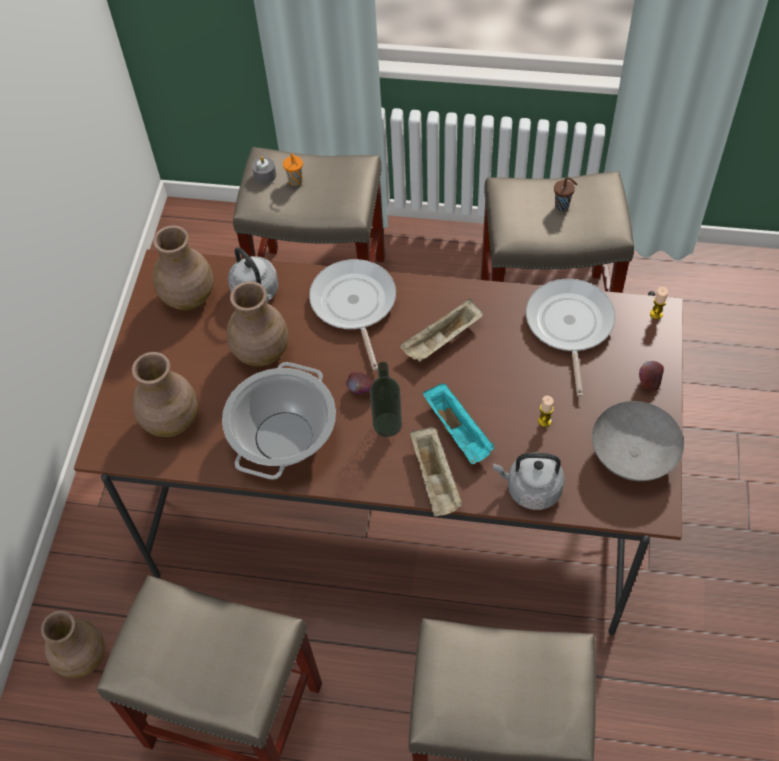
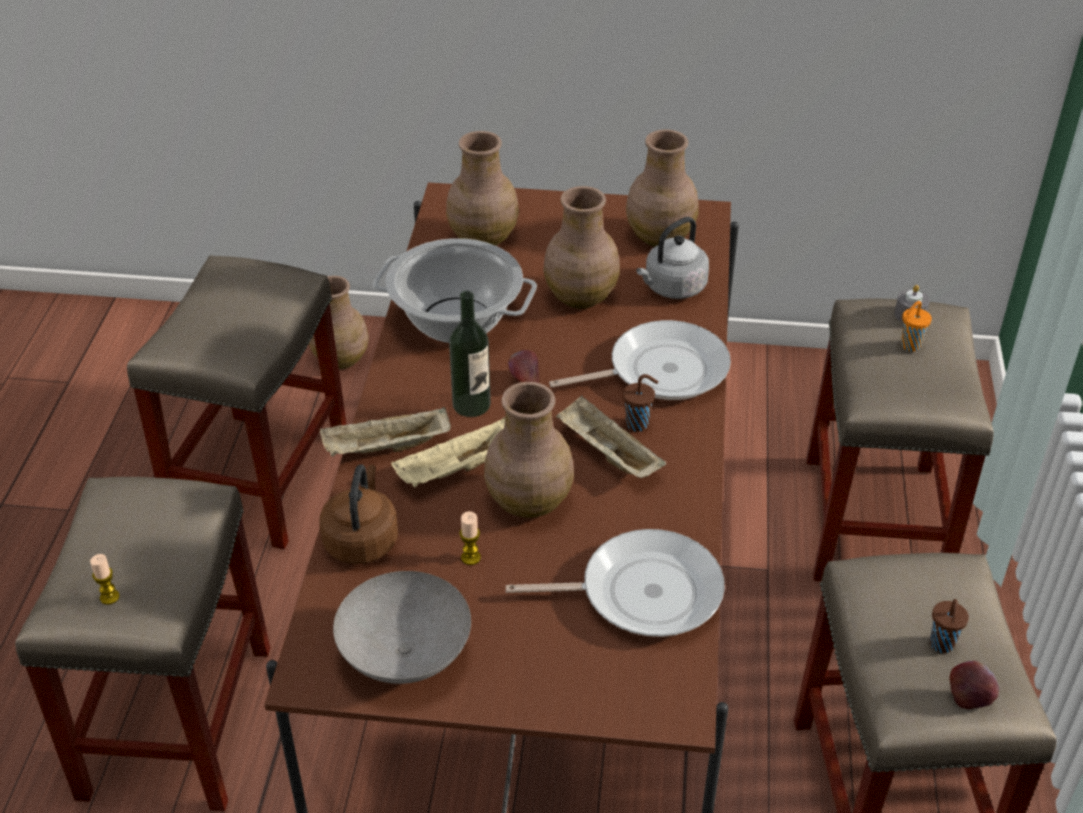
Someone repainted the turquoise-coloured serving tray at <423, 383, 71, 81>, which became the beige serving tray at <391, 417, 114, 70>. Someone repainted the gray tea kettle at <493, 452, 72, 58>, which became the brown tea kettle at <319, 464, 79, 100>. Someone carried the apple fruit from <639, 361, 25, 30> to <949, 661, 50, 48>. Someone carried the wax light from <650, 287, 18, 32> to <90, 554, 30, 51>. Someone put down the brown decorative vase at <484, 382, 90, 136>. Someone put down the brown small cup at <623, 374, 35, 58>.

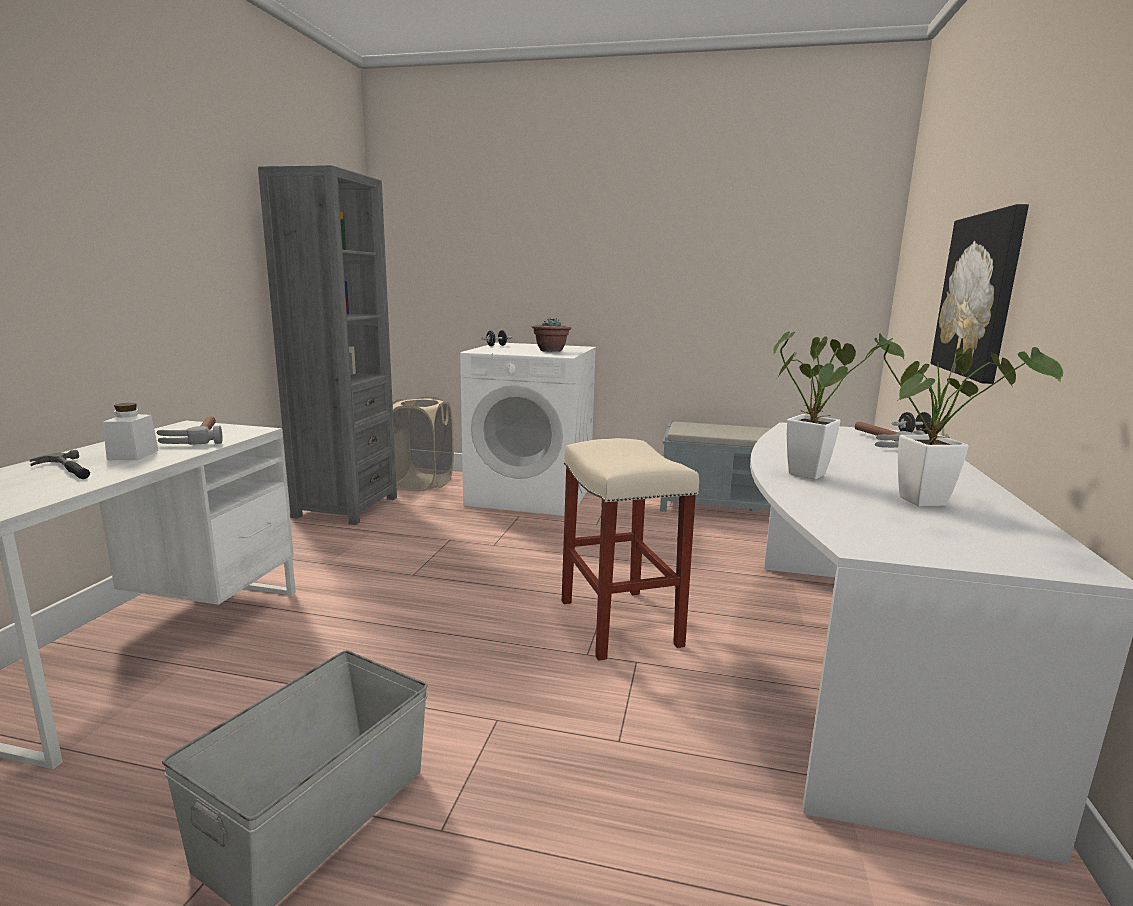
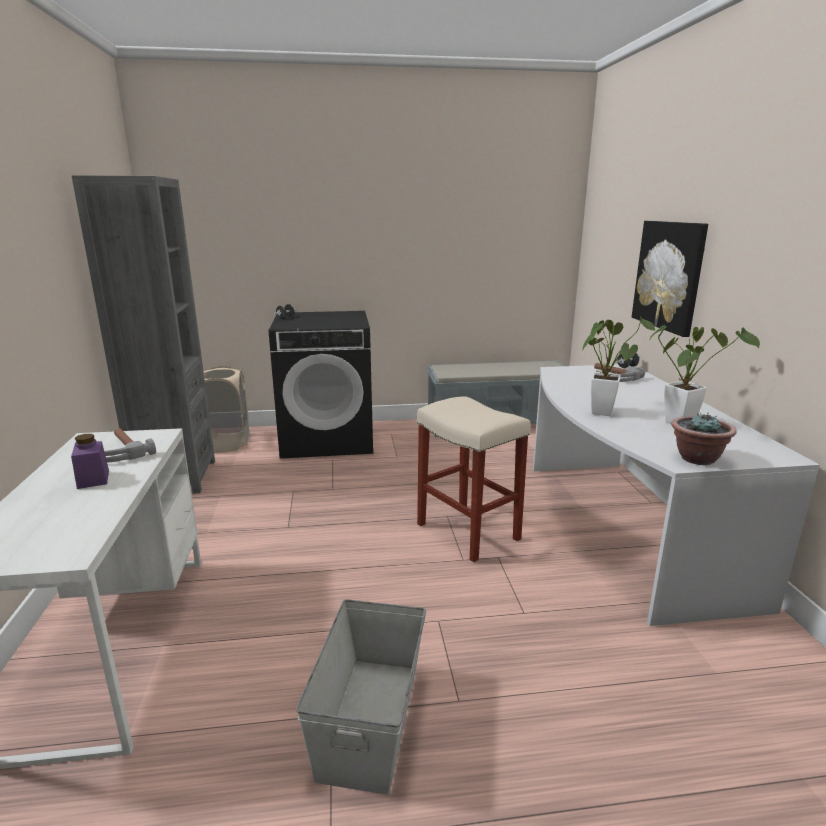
Someone took away the hand hammer at <30, 450, 60, 29>. Someone repainted the white storage jar at <103, 403, 56, 57>, which became the purple storage jar at <71, 434, 38, 55>. Someone repainted the white laundry machine at <460, 342, 136, 174>, which became the blackish laundry machine at <269, 311, 104, 148>. Someone carried the potted plant from <532, 318, 39, 34> to <671, 413, 66, 52>.

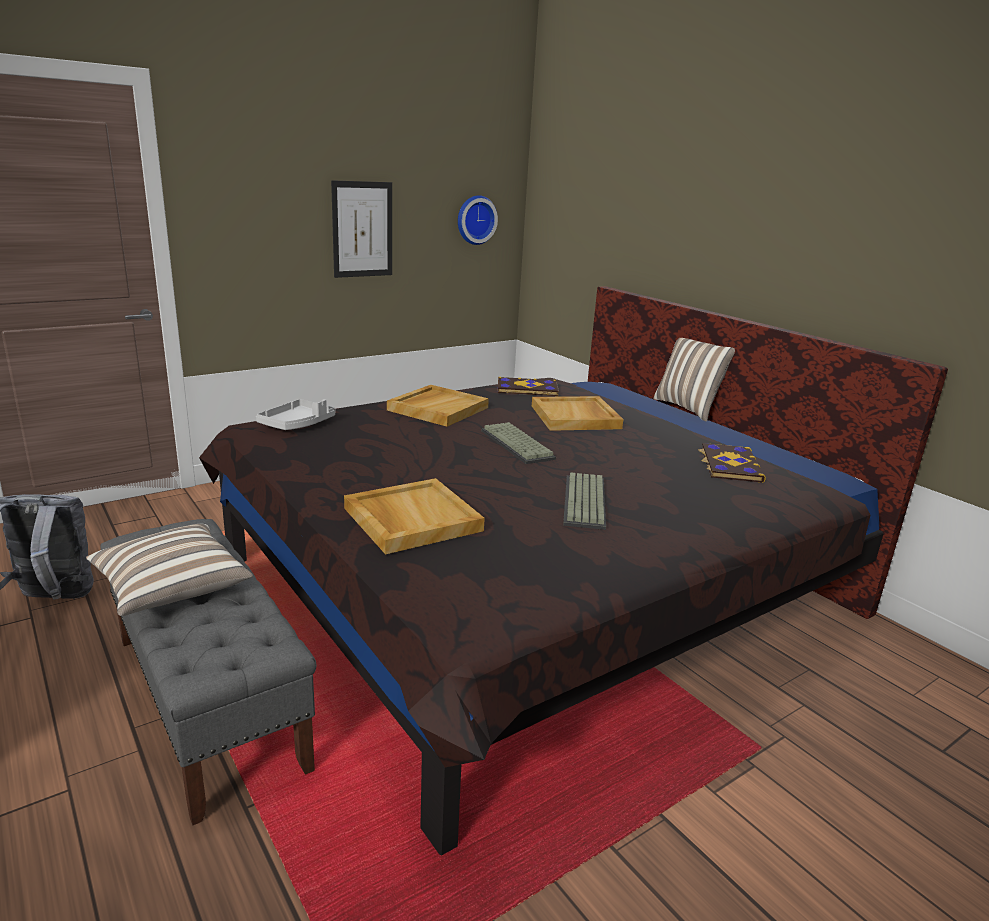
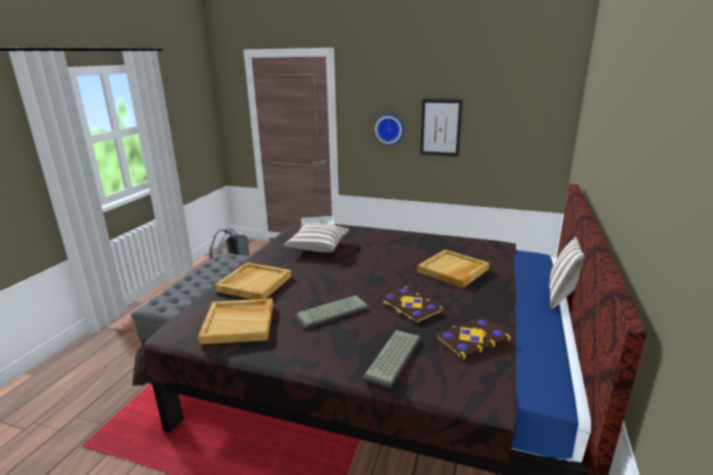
Someone carried the throw pillow from <86, 524, 167, 92> to <283, 224, 66, 29>. Someone carried the beige serving tray from <387, 385, 102, 42> to <198, 298, 75, 46>. Someone carried the hanging clock from <458, 195, 40, 50> to <374, 114, 30, 31>. Someone carried the computer keyboard from <481, 422, 75, 42> to <362, 330, 59, 59>. Someone carried the bound book from <498, 377, 61, 19> to <381, 286, 63, 38>.

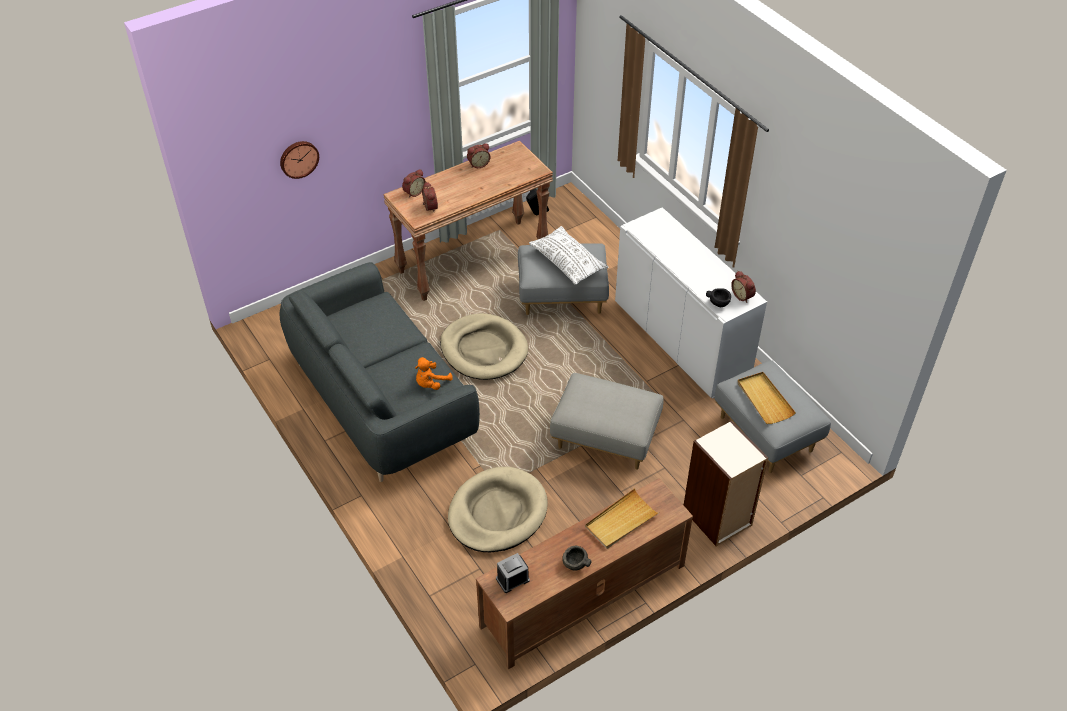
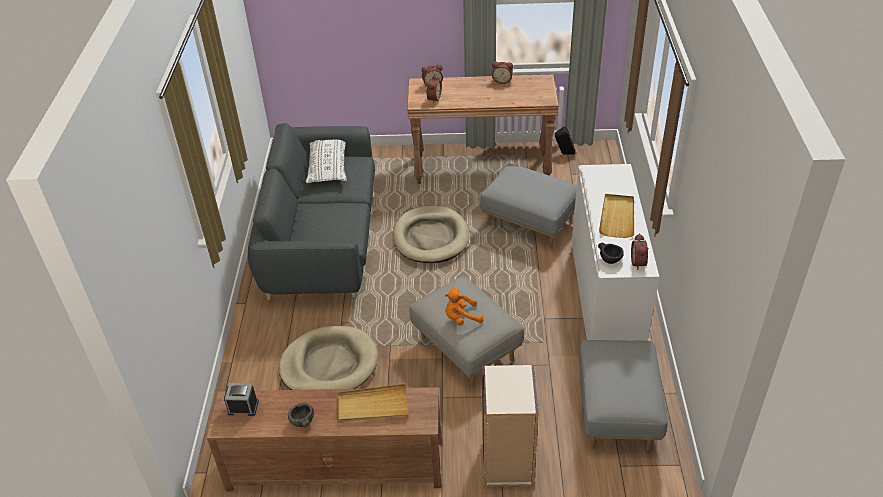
Someone took away the hanging clock at <280, 141, 39, 38>. Someone carried the orangey plush toy from <415, 357, 38, 33> to <445, 288, 38, 37>. Someone carried the white throw pillow from <529, 226, 80, 59> to <305, 140, 42, 43>. Someone carried the beige serving tray from <737, 372, 59, 52> to <599, 194, 35, 44>.

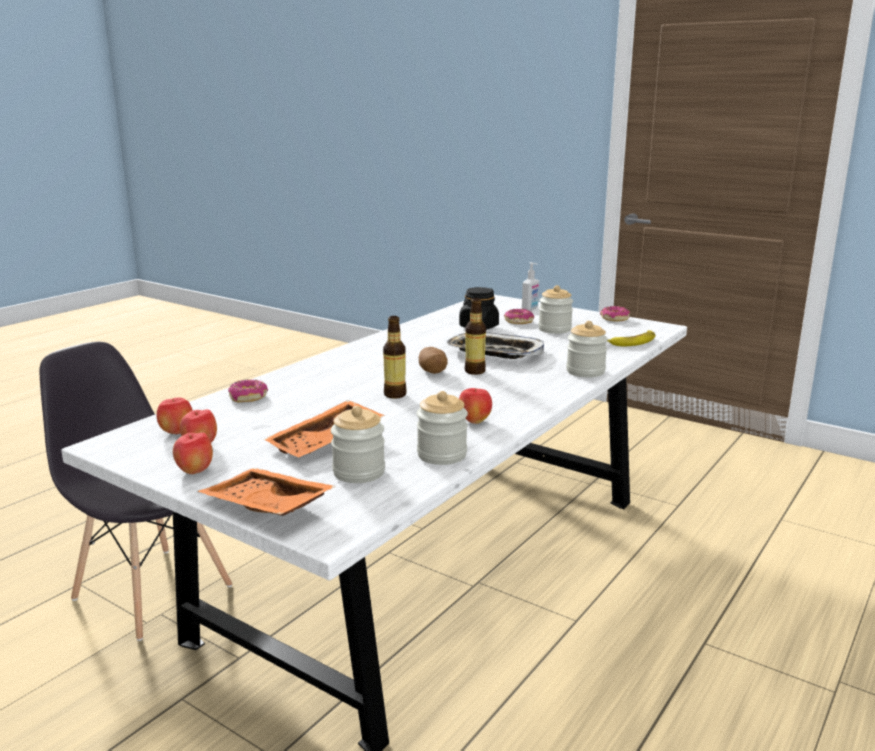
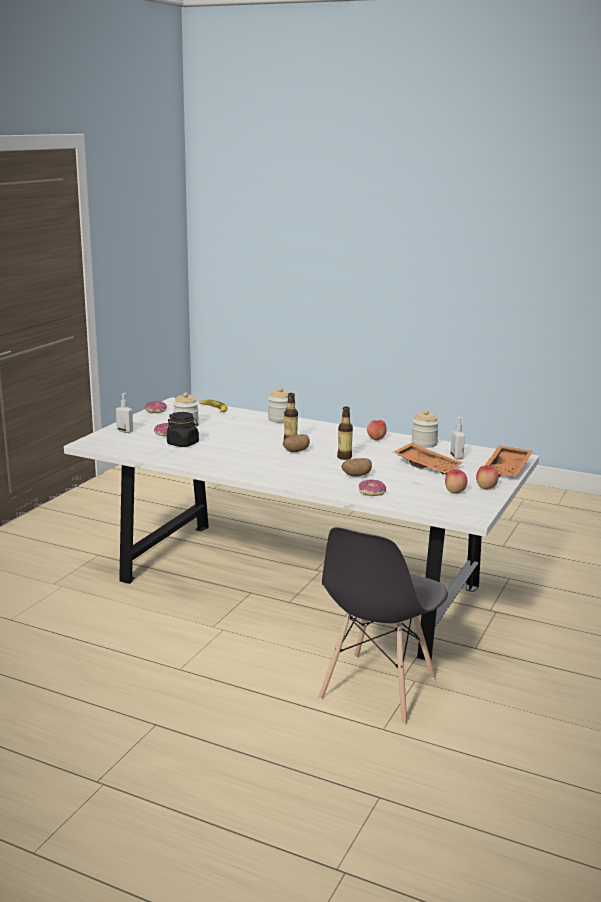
Someone took away the apple fruit at <157, 397, 36, 37>. Someone swapped the storage jar at <331, 406, 54, 77> for the liquid soap bottle at <450, 417, 15, 42>. Someone took away the serving tray at <446, 332, 98, 27>. Someone put down the spud at <341, 458, 31, 19>.

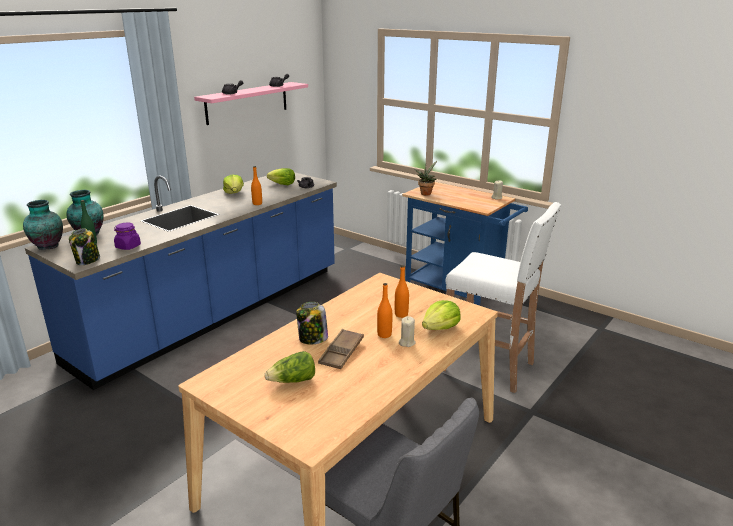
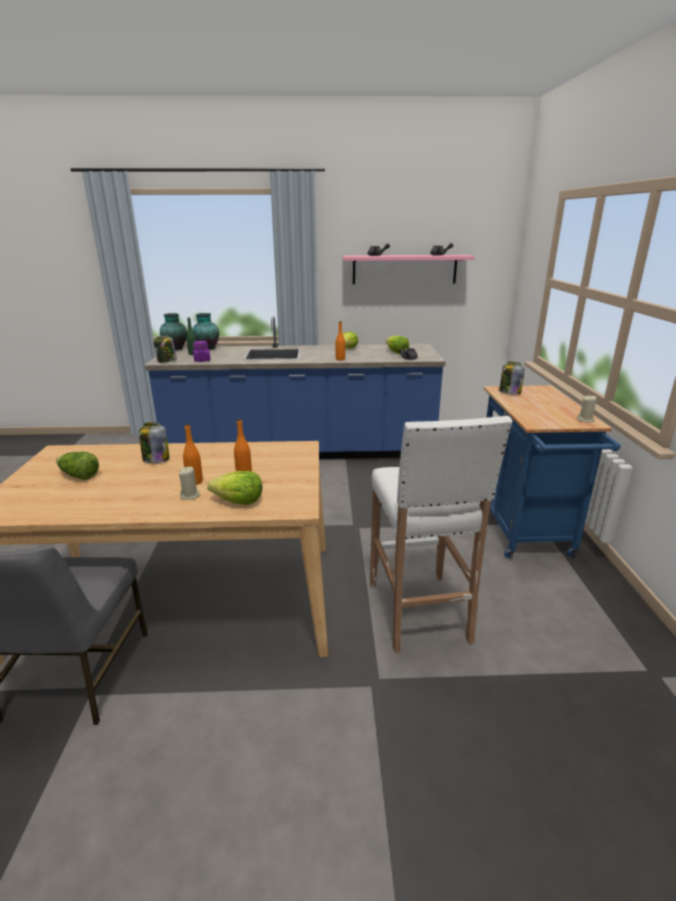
Someone took away the brown serving tray at <318, 329, 46, 40>. Someone swapped the potted plant at <414, 161, 23, 35> for the storage jar at <499, 362, 26, 33>.

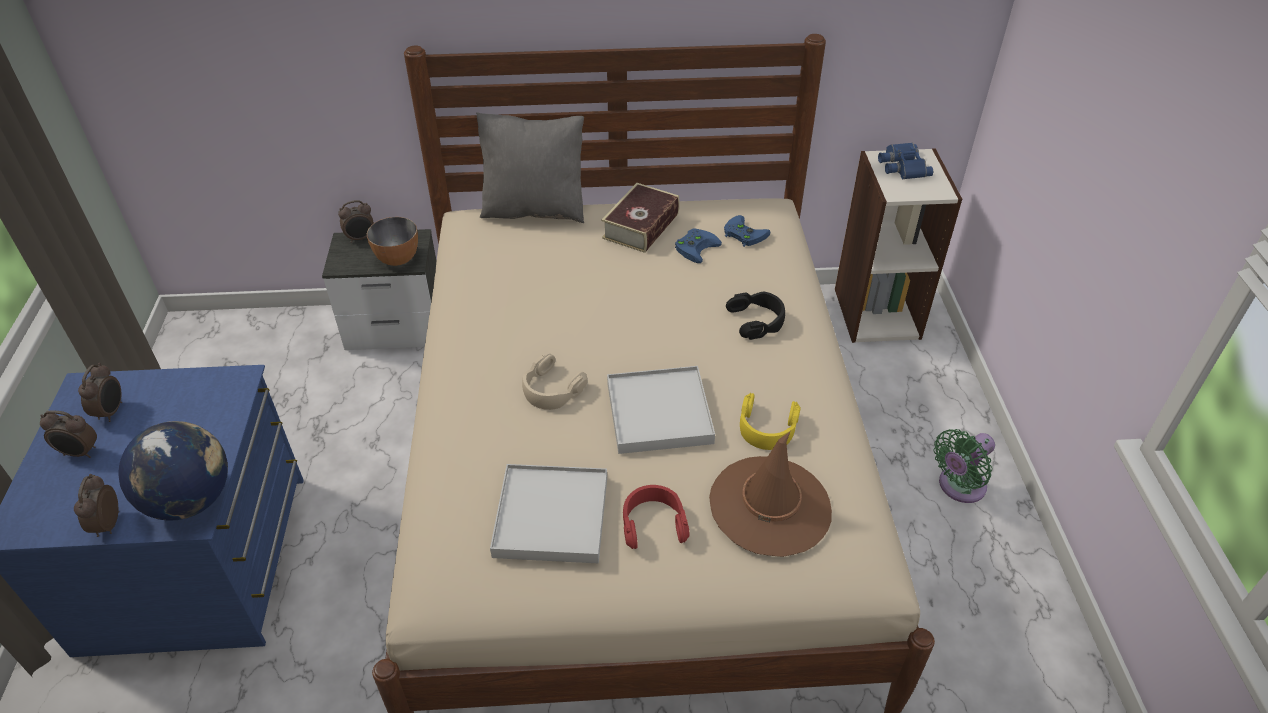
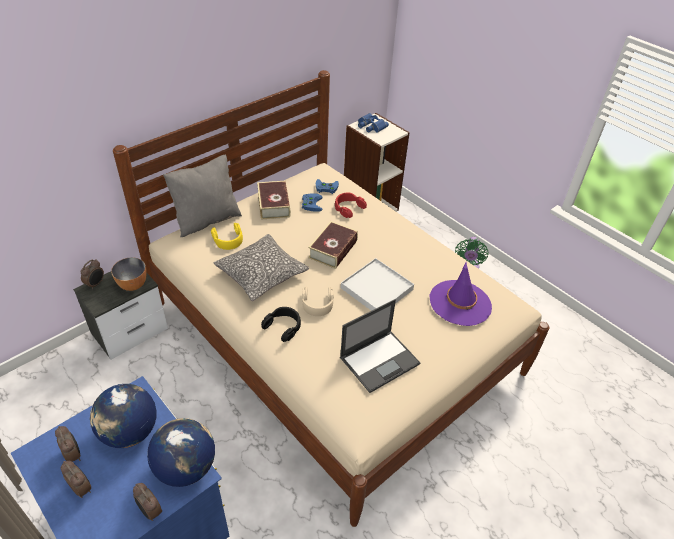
Someone rotated the table clock at <40, 410, 57, 48> by 105 degrees counterclockwise. Someone swapped the white serving tray at <490, 464, 117, 99> for the portable computer at <340, 299, 80, 94>. Someone carried the reddish pair of headphones from <623, 485, 67, 64> to <335, 193, 32, 25>. Someone repainted the brown wearable hat at <709, 431, 123, 126>, which became the purple wearable hat at <430, 263, 62, 63>. Someone carried the blackish pair of headphones from <726, 291, 59, 49> to <261, 307, 40, 35>. Someone carried the yellow-coloured pair of headphones from <740, 393, 61, 57> to <211, 223, 32, 27>. Someone put down the globe at <90, 384, 67, 64>. Someone put down the throw pillow at <213, 234, 96, 67>. Someone put down the bound book at <308, 221, 50, 48>.

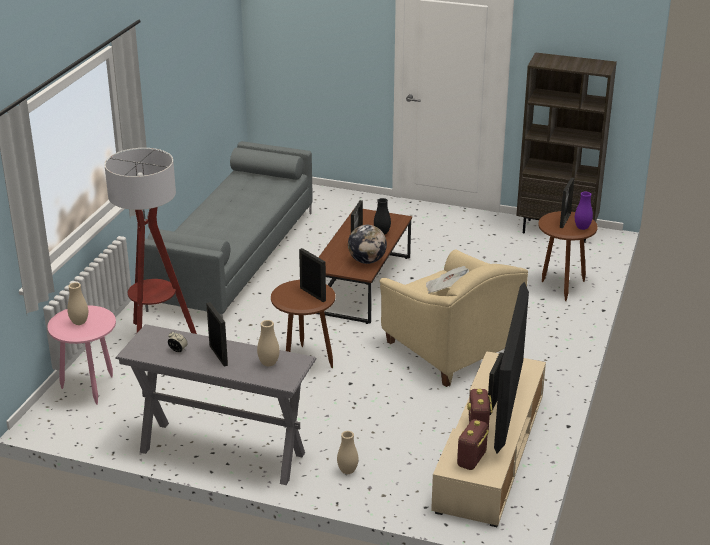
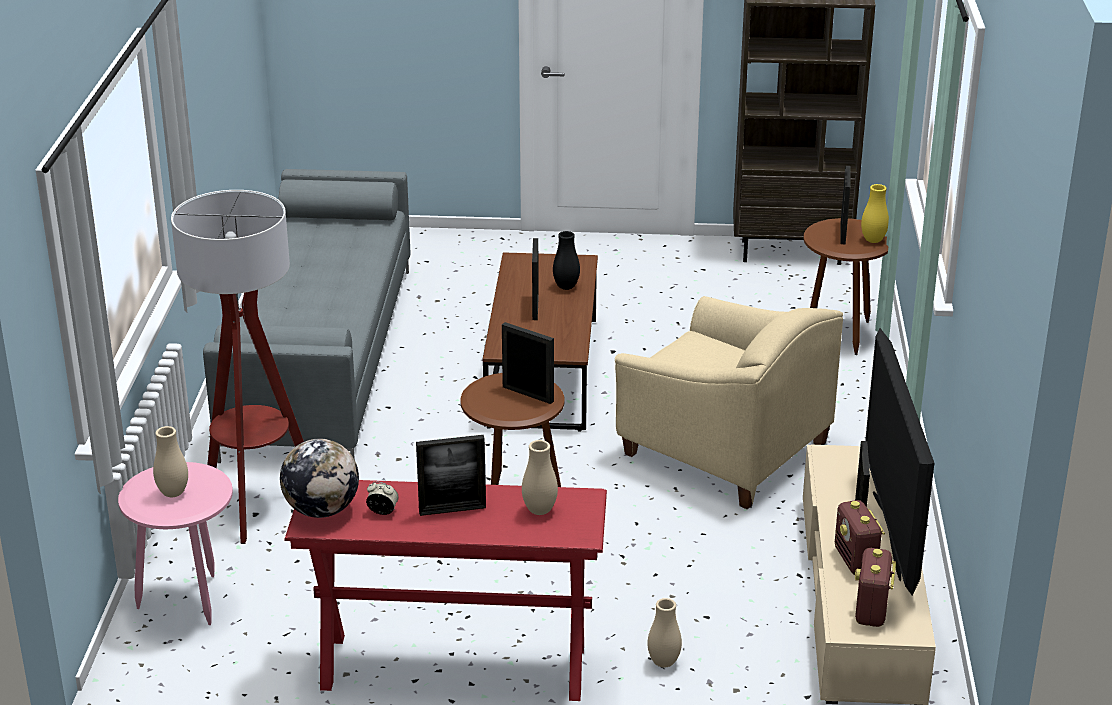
Someone repainted the gray narrow table at <115, 324, 201, 161>, which became the reddish narrow table at <284, 480, 323, 221>. Someone rotated the standing frame at <206, 302, 22, 64> by 120 degrees clockwise. Someone carried the globe from <348, 225, 39, 39> to <280, 439, 79, 79>. Someone took away the newspaper at <426, 266, 43, 28>. Someone repainted the purple decorative vase at <575, 192, 18, 38>, which became the yellow-coloured decorative vase at <861, 184, 28, 59>.

